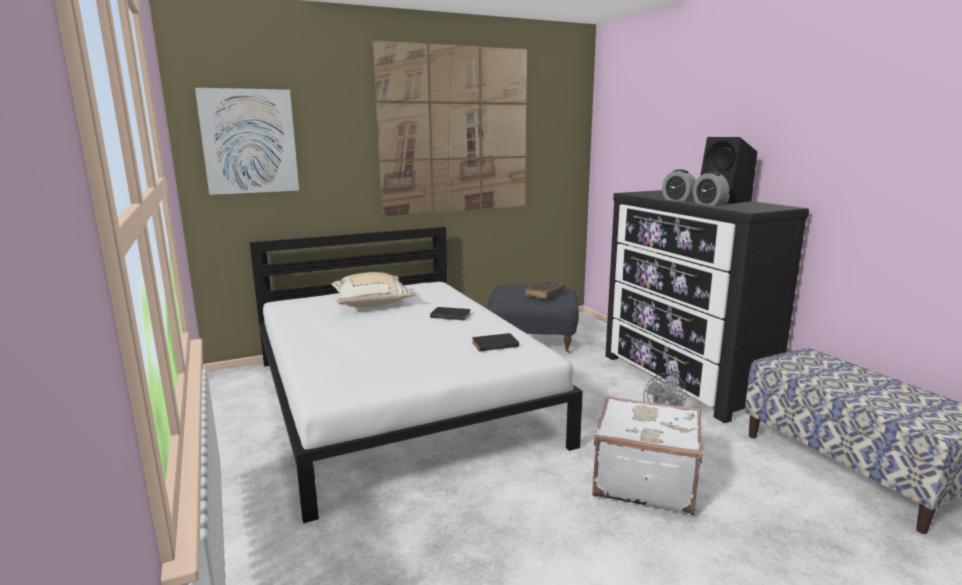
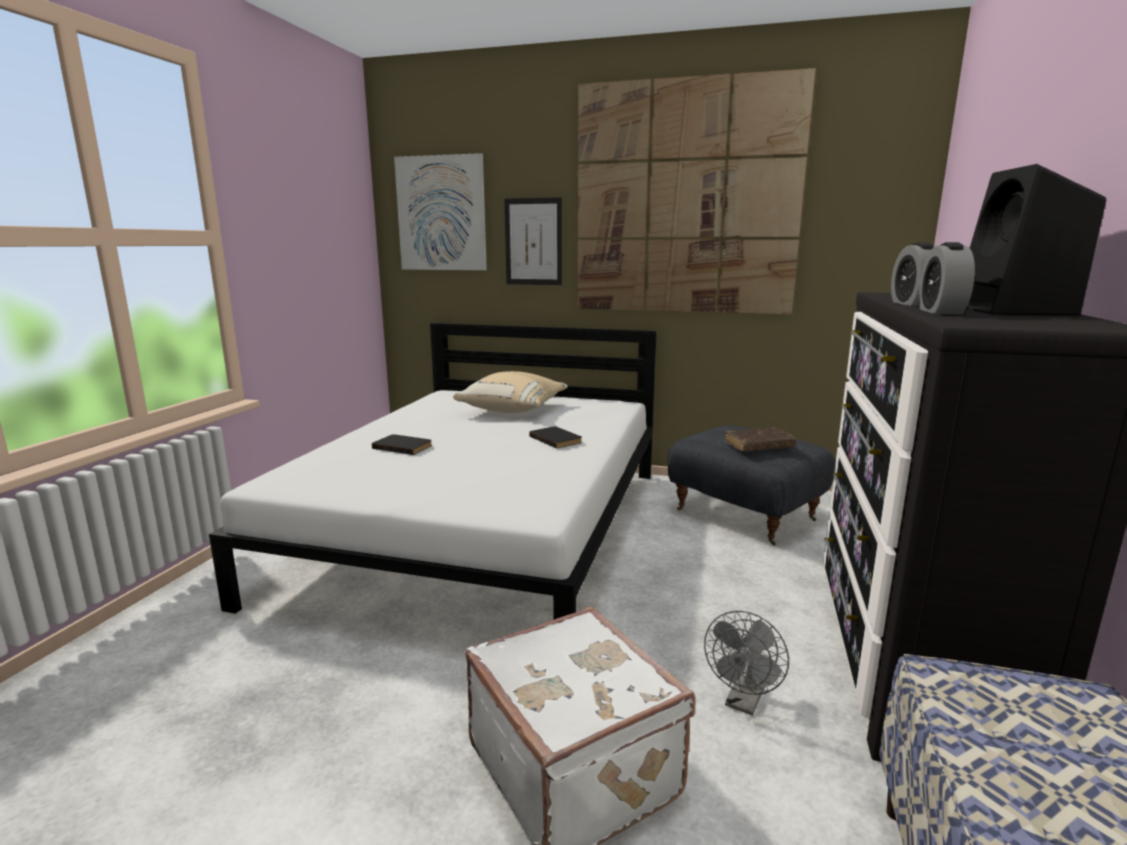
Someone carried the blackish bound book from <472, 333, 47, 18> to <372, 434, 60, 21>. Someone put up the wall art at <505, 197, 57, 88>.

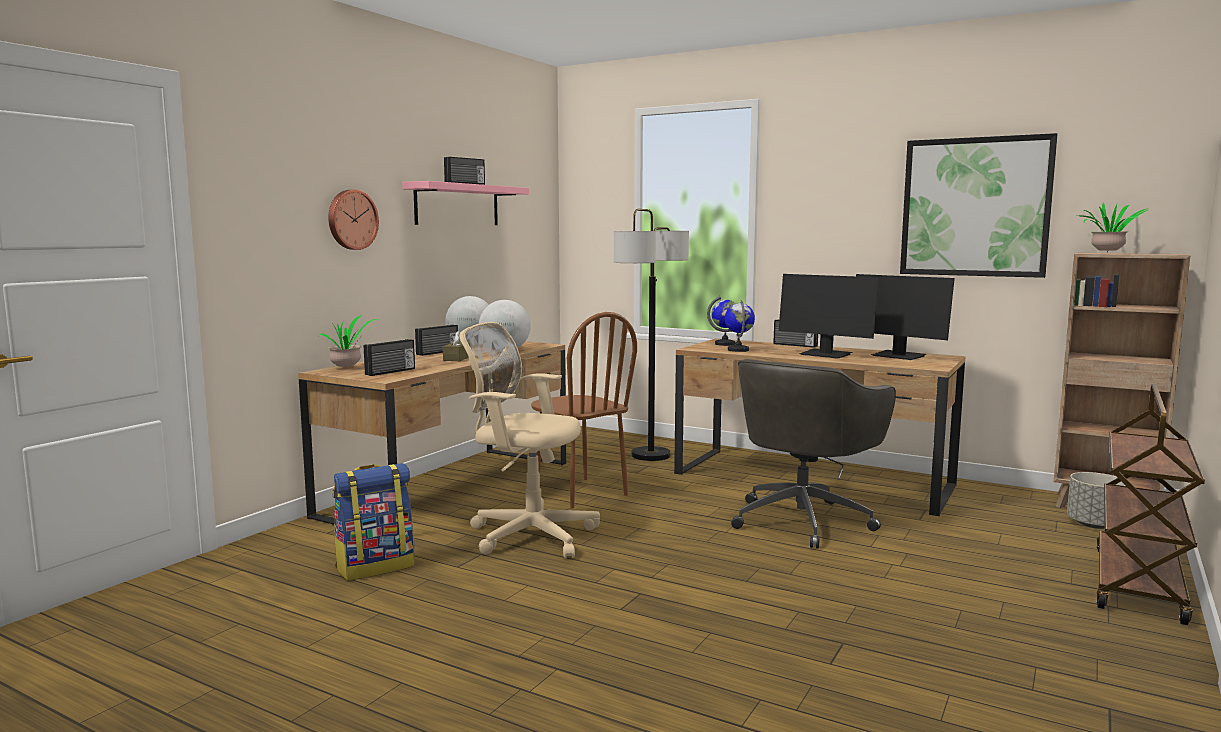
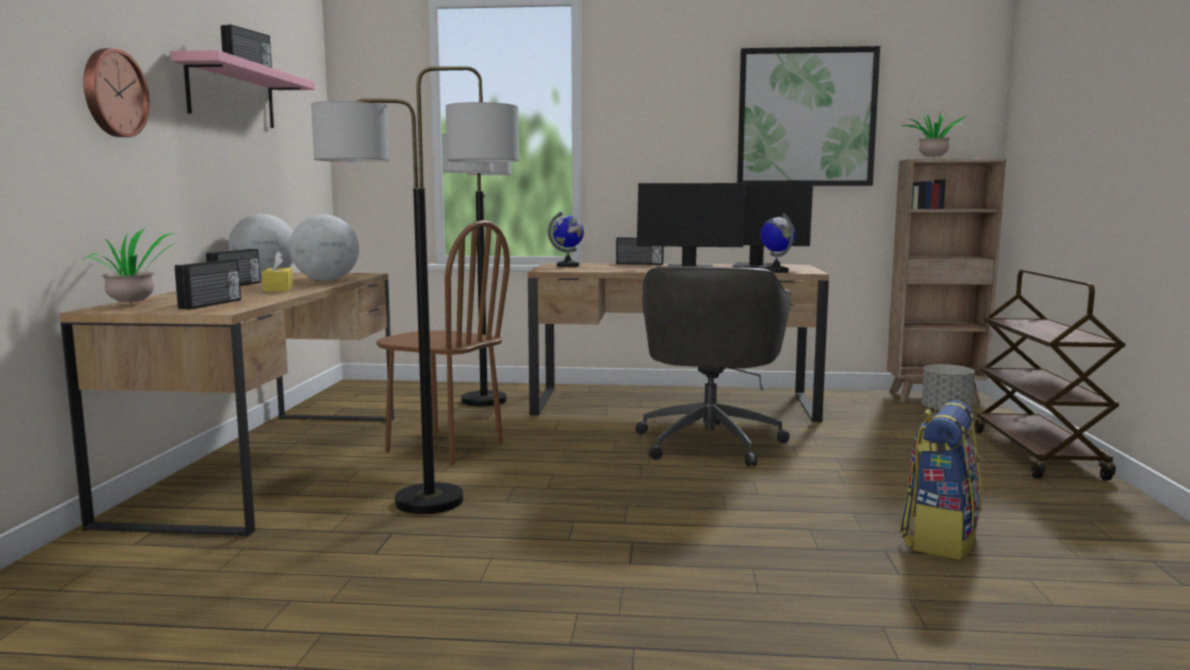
Someone carried the knapsack from <332, 463, 82, 118> to <899, 401, 83, 159>. Someone repainted the brown box of tissues at <443, 330, 27, 31>, which became the yellow-coloured box of tissues at <262, 251, 31, 41>. Someone swapped the beige desk chair at <460, 322, 140, 237> for the standing lamp at <311, 66, 208, 448>. Someone carried the globe from <725, 300, 30, 52> to <761, 213, 35, 60>.

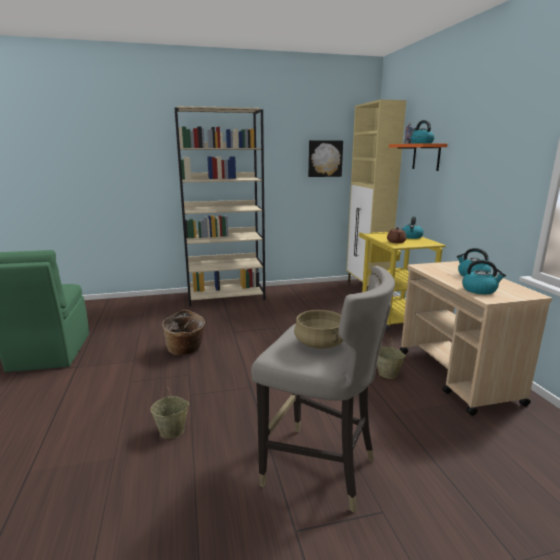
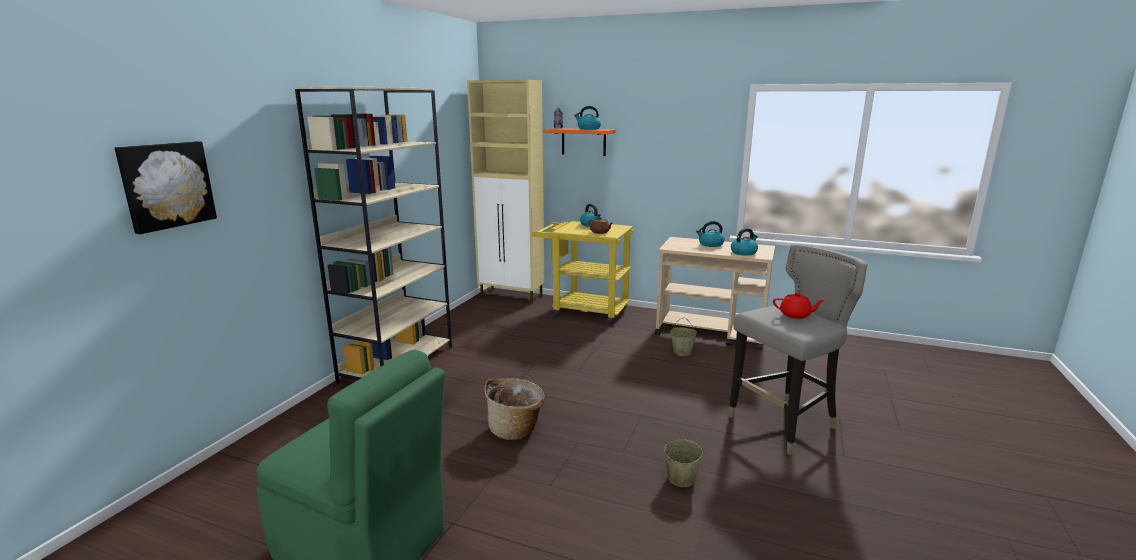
Someone swapped the beige saucepot at <294, 310, 50, 39> for the reddish teapot at <773, 293, 52, 26>. Someone carried the wall art from <308, 140, 35, 37> to <115, 141, 102, 93>.

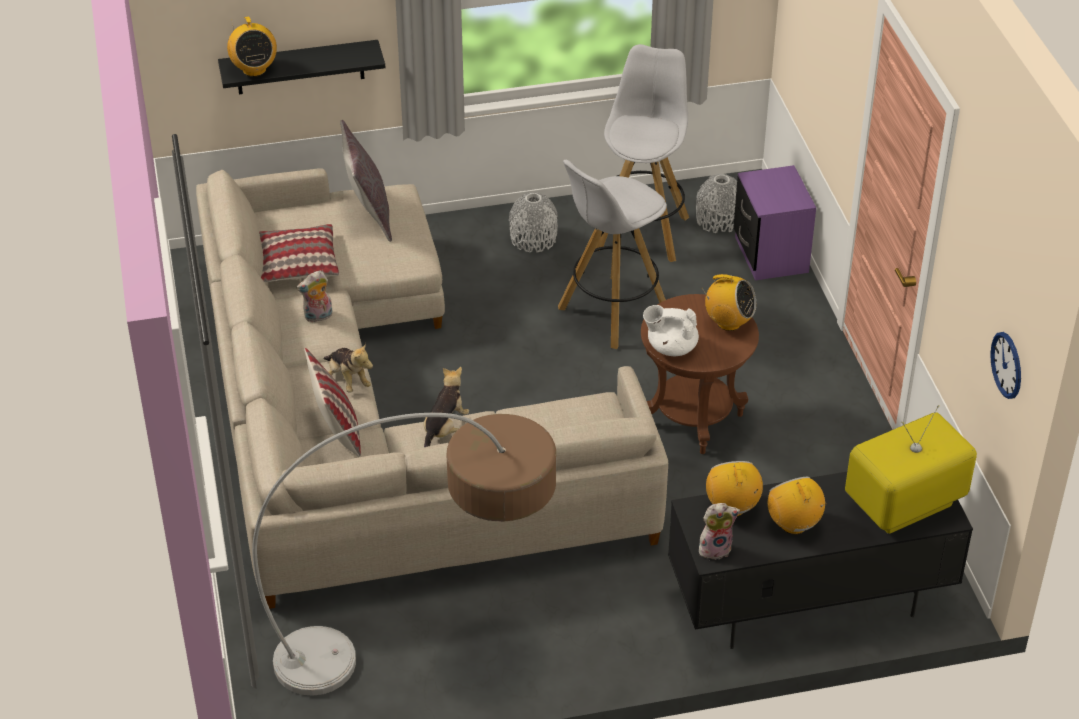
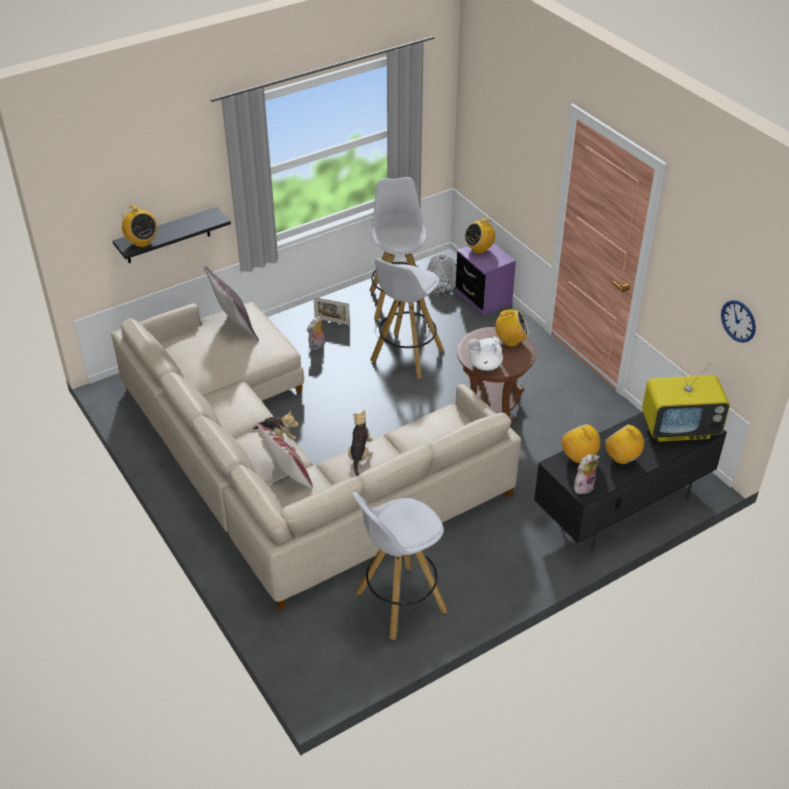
Someone swapped the standing lamp at <252, 413, 304, 283> for the white stool seat at <352, 492, 95, 148>. Someone took away the throw pillow at <259, 224, 80, 58>. Someone carried the plush toy from <297, 270, 36, 52> to <307, 317, 18, 33>. Someone swapped the gray decorative vase at <509, 192, 49, 61> for the standing frame at <314, 297, 36, 28>. Someone rotated the TV at <845, 405, 132, 129> by 135 degrees counterclockwise. Someone put down the radio set at <465, 218, 30, 36>.

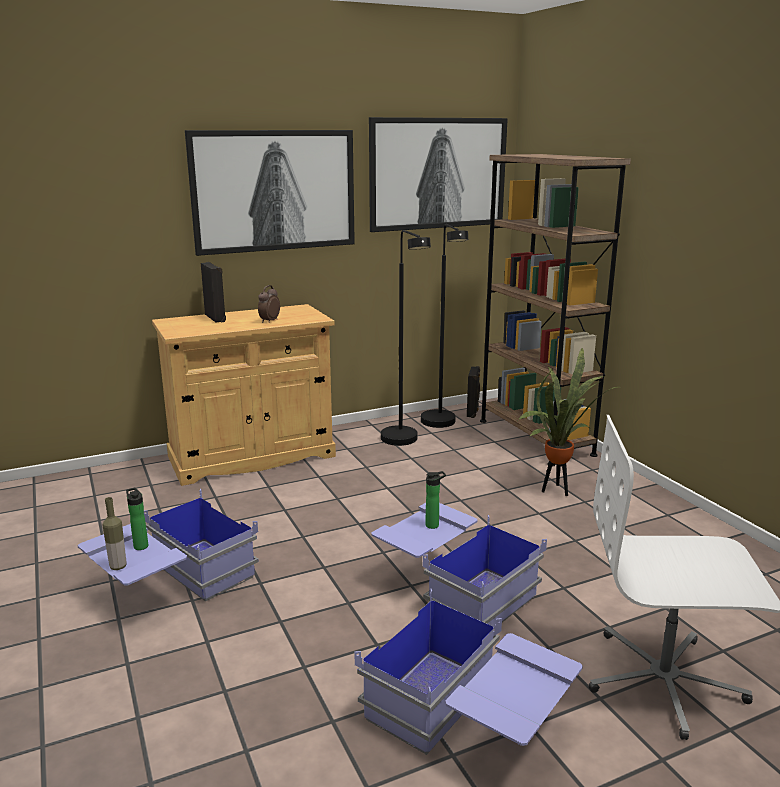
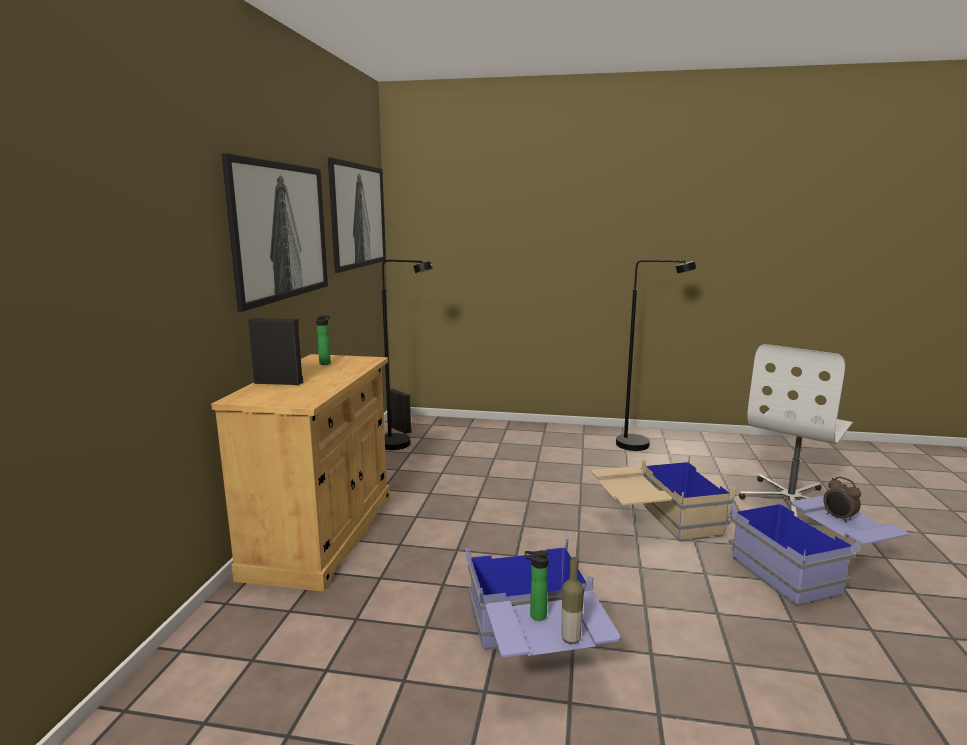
Someone carried the table clock from <258, 285, 22, 38> to <823, 477, 38, 46>. Someone repainted the blue-coloured storage box at <372, 503, 175, 125>, which became the beige storage box at <591, 455, 145, 87>. Someone carried the blackish standing lamp from <381, 230, 50, 216> to <616, 260, 80, 191>. Someone carried the beverage bottle from <425, 471, 21, 58> to <316, 315, 15, 50>. Someone took away the brown bookshelf at <480, 154, 151, 313>. Someone took away the potted plant at <518, 348, 100, 148>.

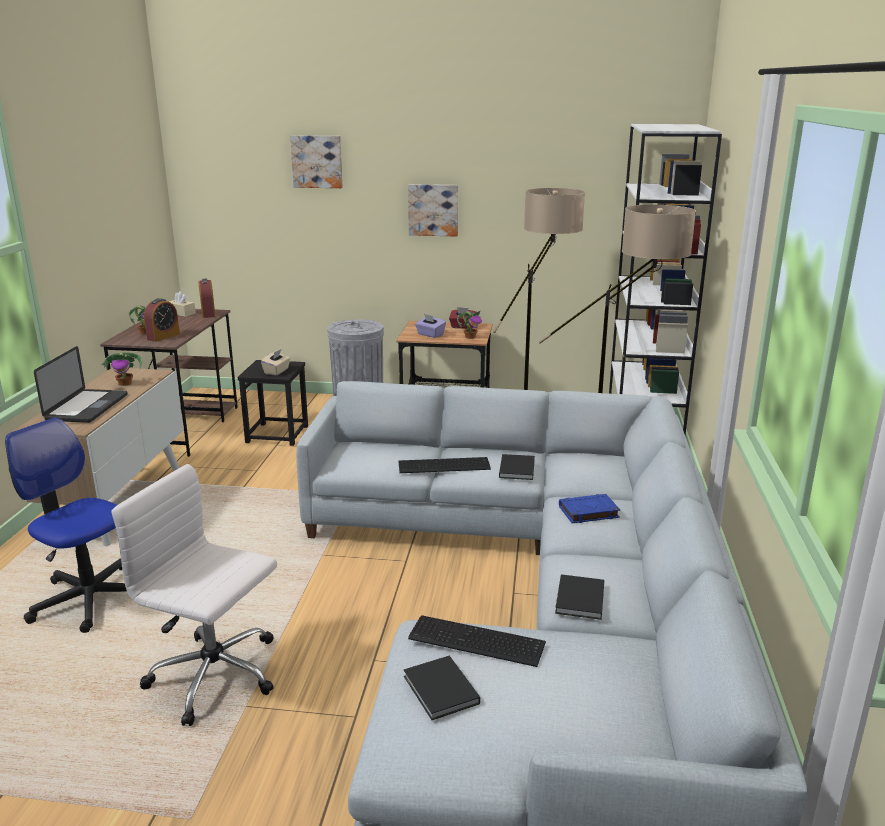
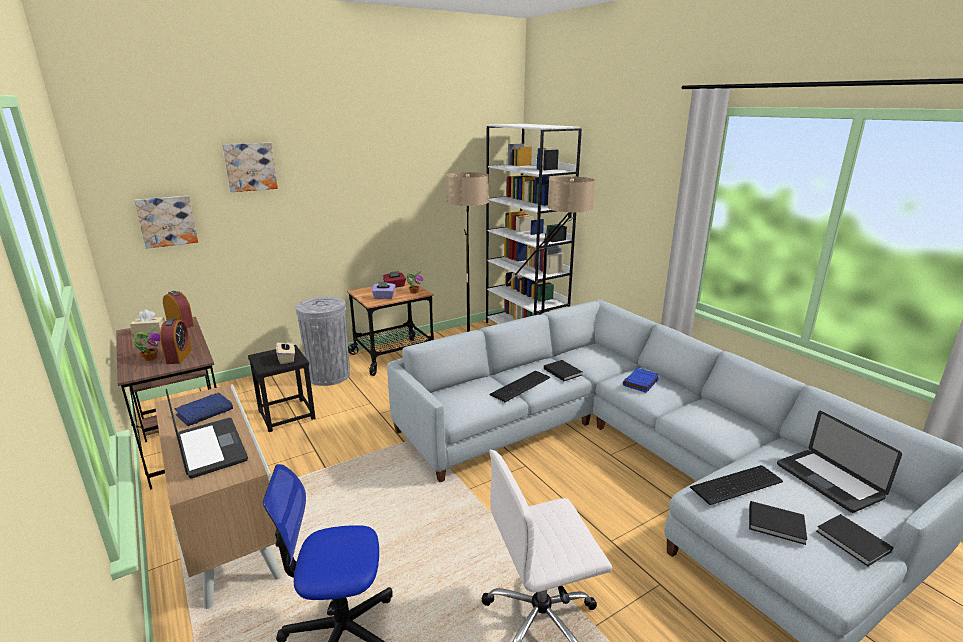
Someone swapped the potted plant at <101, 352, 42, 34> for the blue-coloured bound book at <174, 392, 59, 34>. Someone carried the wall art from <408, 184, 50, 53> to <134, 196, 64, 53>. Someone carried the blackish bound book from <555, 574, 49, 46> to <816, 514, 77, 52>. Someone put down the portable computer at <777, 411, 125, 102>.

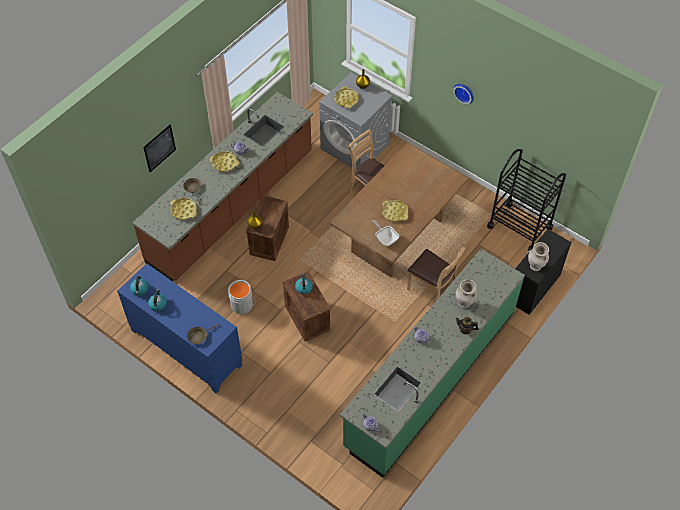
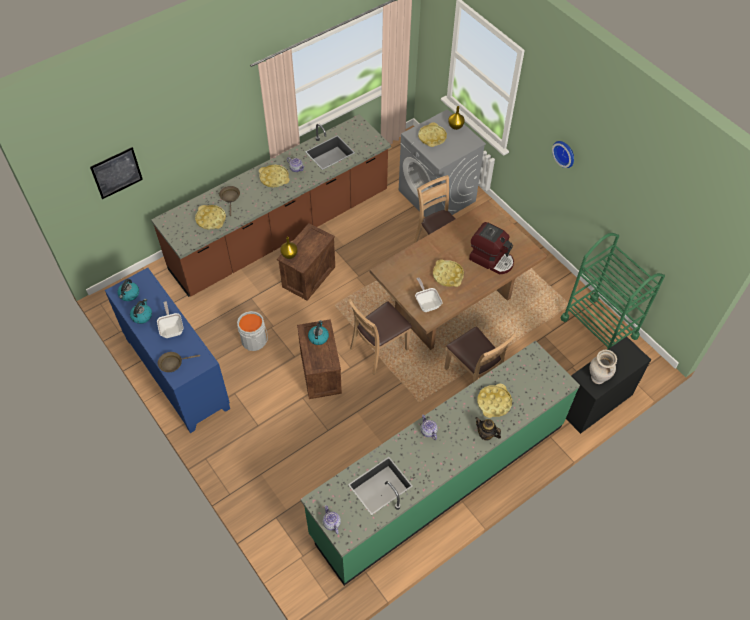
Someone carried the wall art from <143, 125, 33, 47> to <90, 147, 53, 52>. Someone swapped the beige decorative vase at <456, 279, 21, 30> for the yellow-coloured serving tray at <477, 384, 35, 34>. Someone repainted the blackish cart at <487, 149, 79, 102>, which became the greenish cart at <560, 233, 105, 117>. Someone put down the frying pan at <157, 301, 26, 37>. Someone put down the brown upright chair at <348, 299, 64, 76>. Someone put down the coffee brewer at <469, 222, 45, 52>.

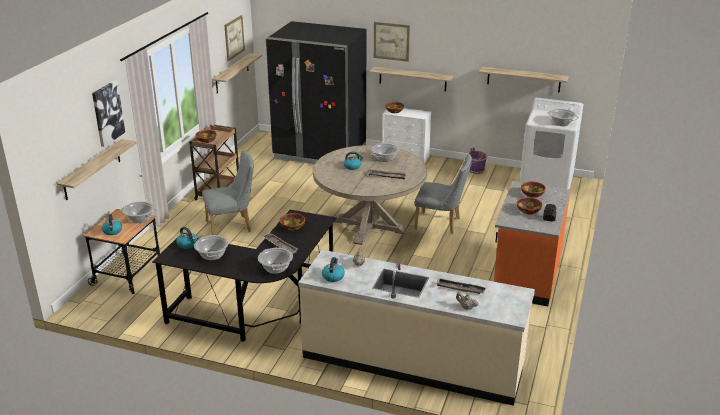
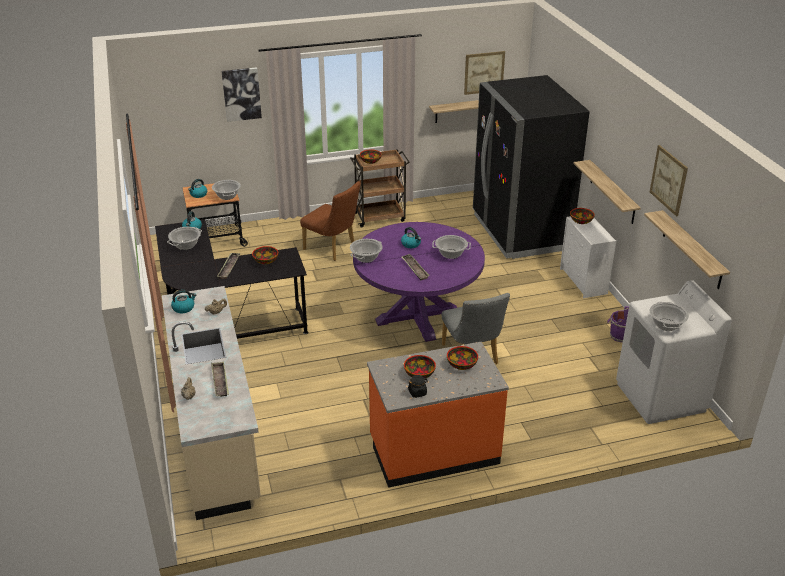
Someone took away the bracket shelf at <57, 139, 80, 61>. Someone repainted the gray upright chair at <202, 151, 52, 84>, which became the brown upright chair at <300, 181, 61, 80>. Someone carried the saucepot from <258, 248, 35, 26> to <350, 239, 33, 24>. Someone repainted the beige dinner table at <313, 145, 114, 100>, which became the purple dinner table at <353, 222, 132, 120>. Someone carried the wall art from <374, 22, 36, 40> to <650, 145, 38, 72>.

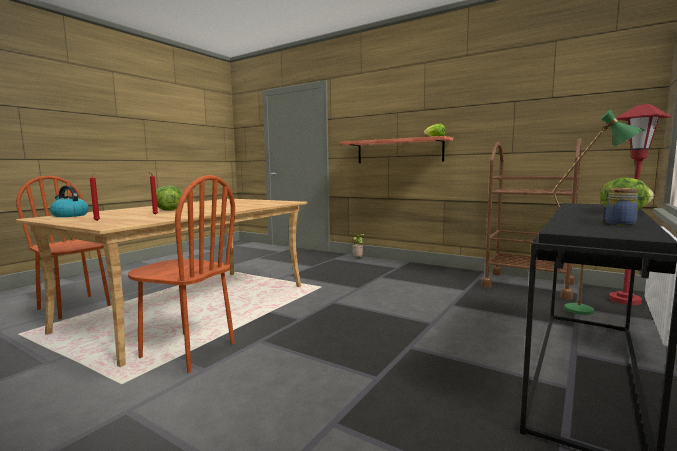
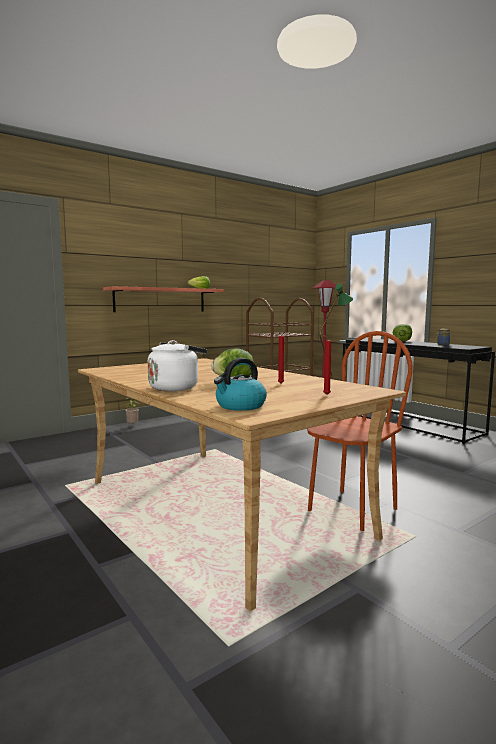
Someone took away the brown upright chair at <16, 176, 95, 143>. Someone put down the white tea kettle at <148, 340, 59, 51>.

